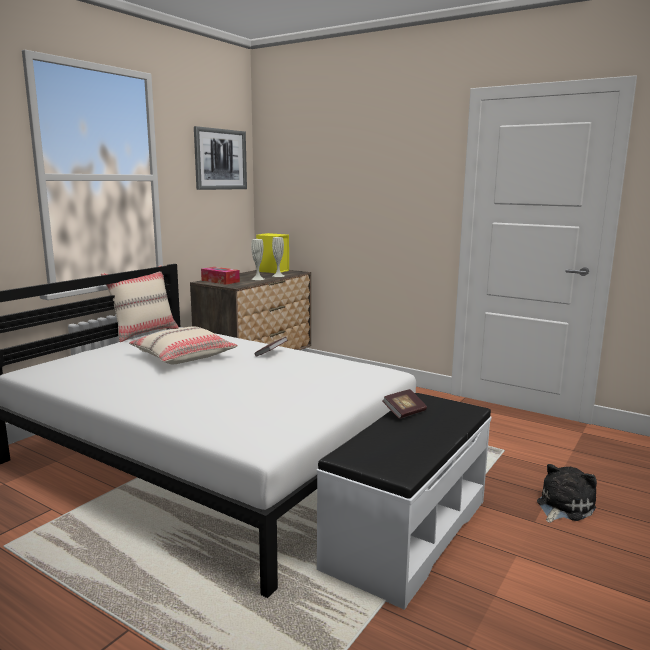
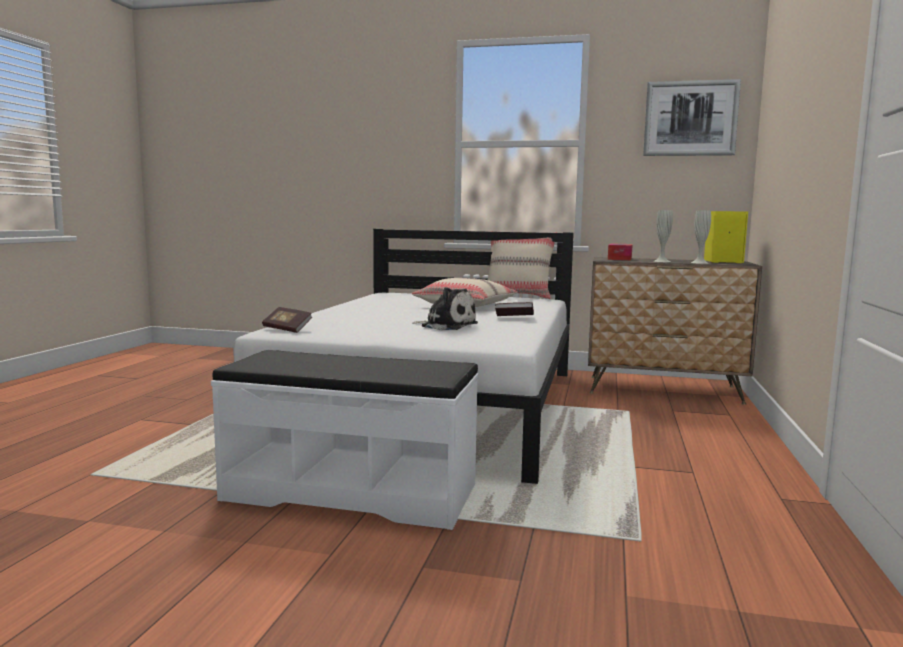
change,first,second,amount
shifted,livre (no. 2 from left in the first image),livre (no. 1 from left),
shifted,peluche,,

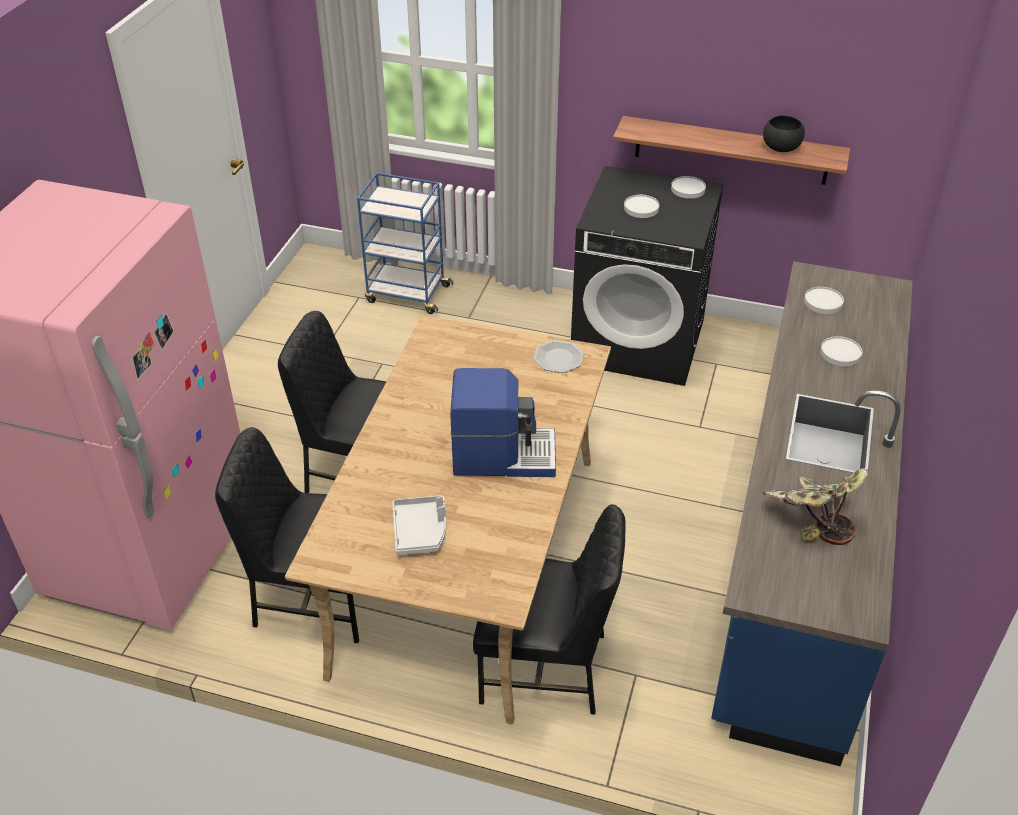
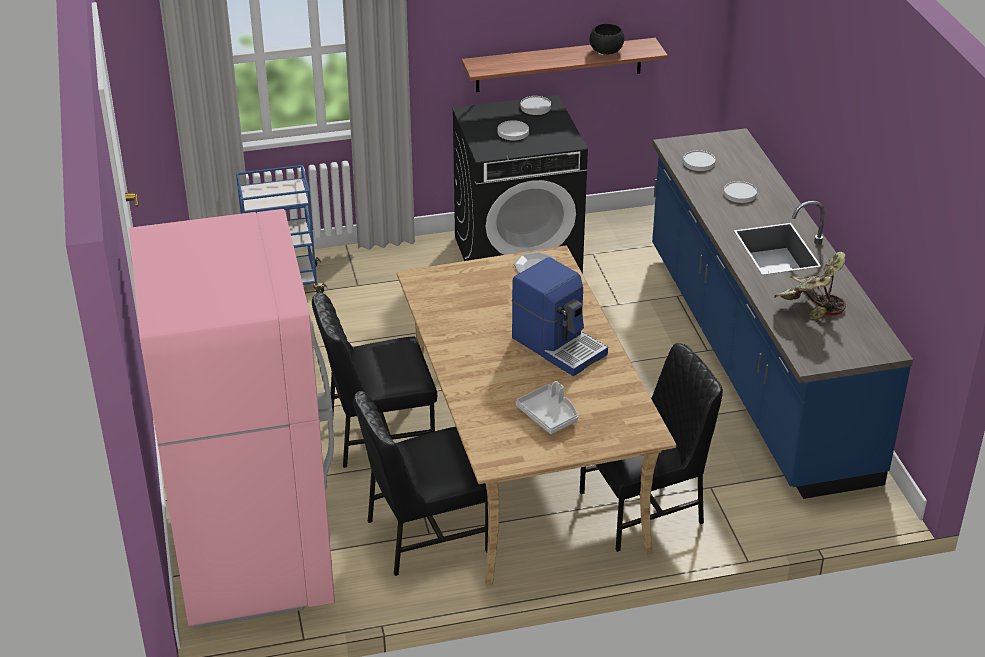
change,first,second,amount
rotated,machine à café,,75 degrees clockwise

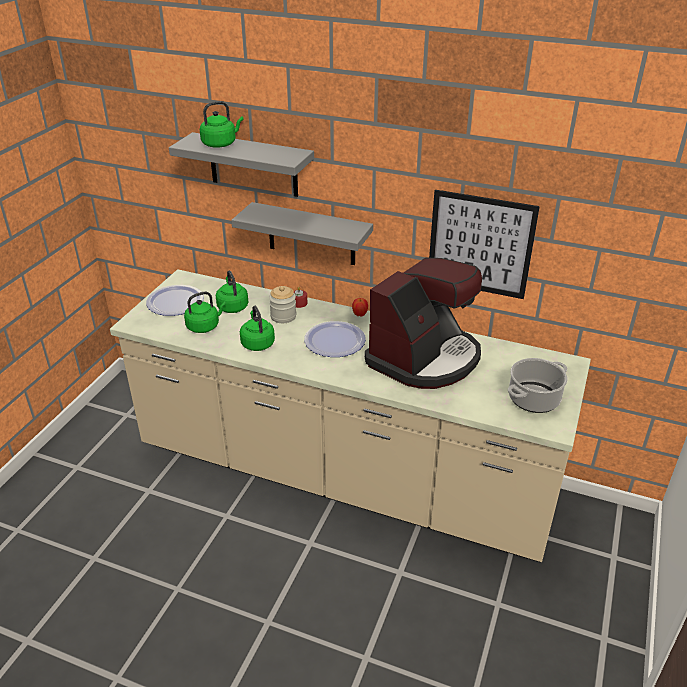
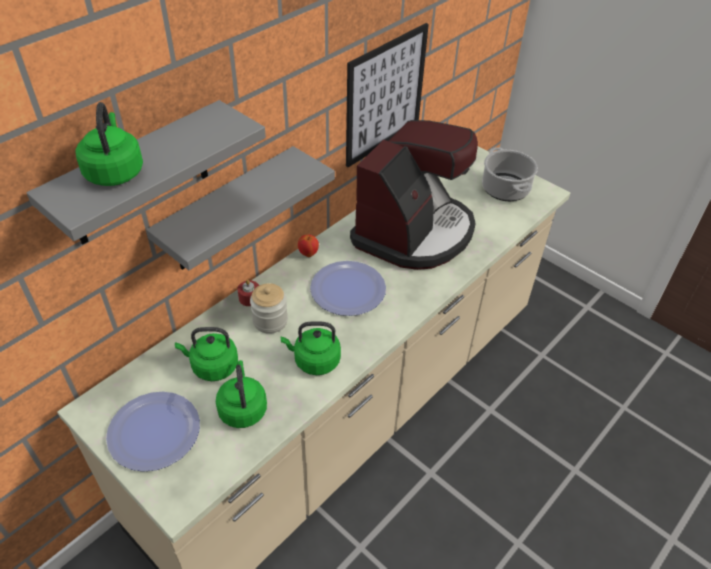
change,first,second,amount
rotated,machine à café,,60 degrees clockwise

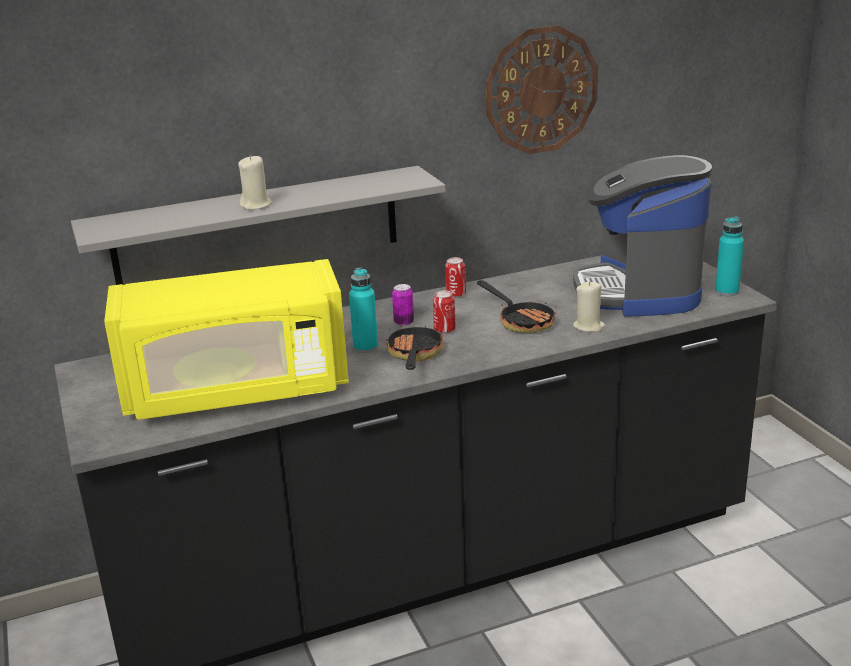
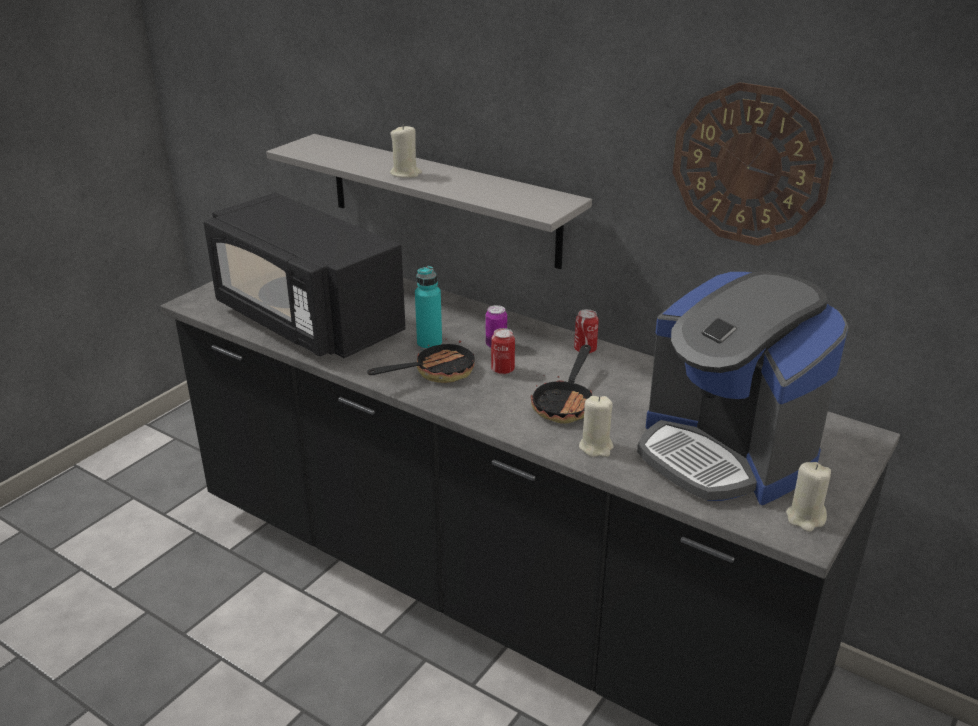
change,first,second,amount
rotated,machine à café,,90 degrees counterclockwise
swapped,bouteille/turquoise (no. 2 from left),bougie/beige (no. 3 from left),
repainted,micro-ondes/jaune,micro-ondes/noir,

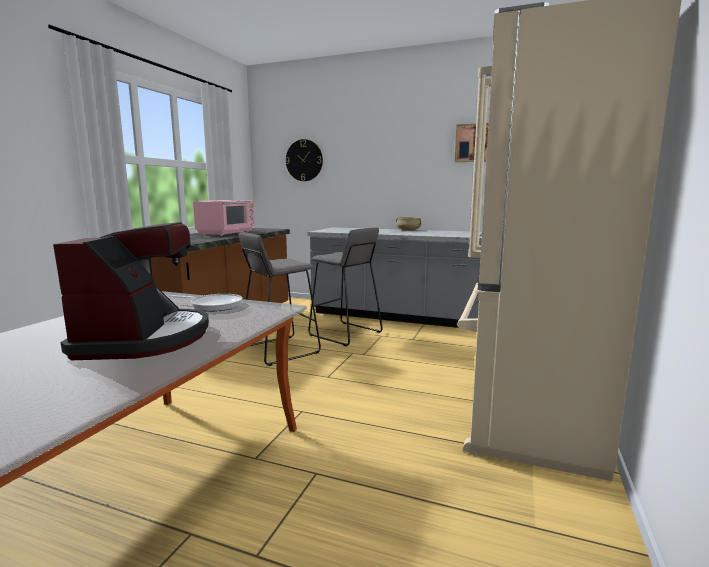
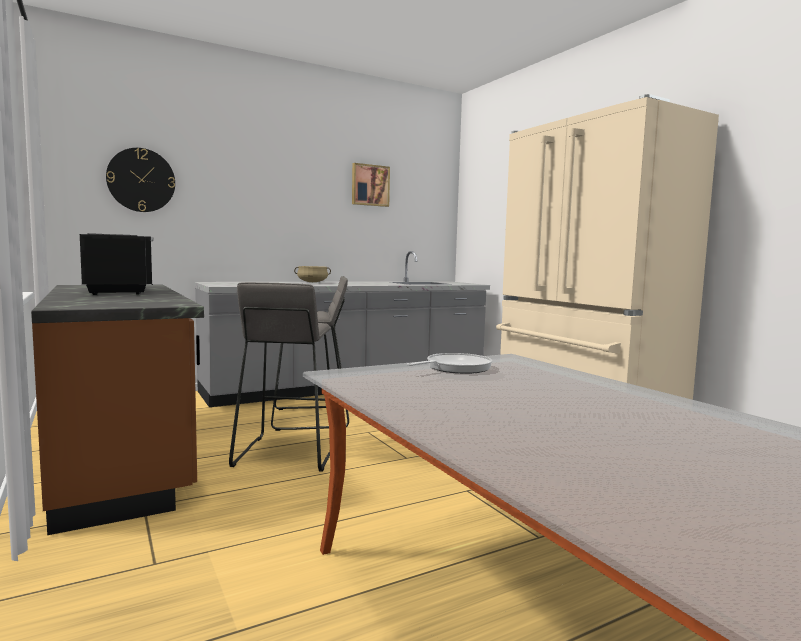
change,first,second,amount
repainted,micro-ondes/rose,micro-ondes/noir,
gone,machine à café,,

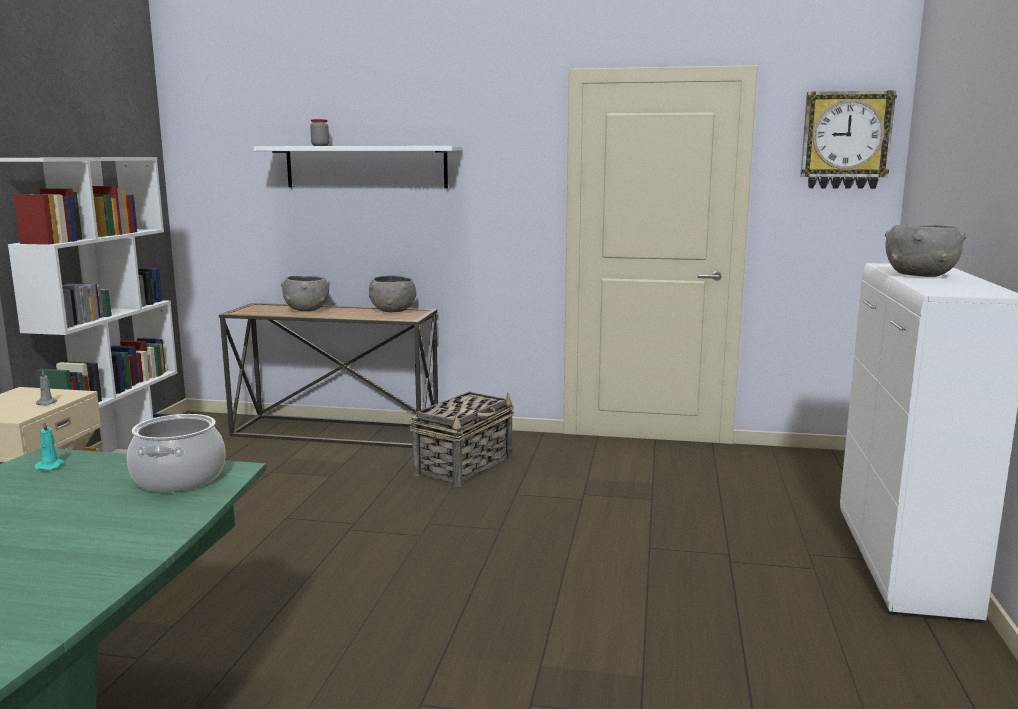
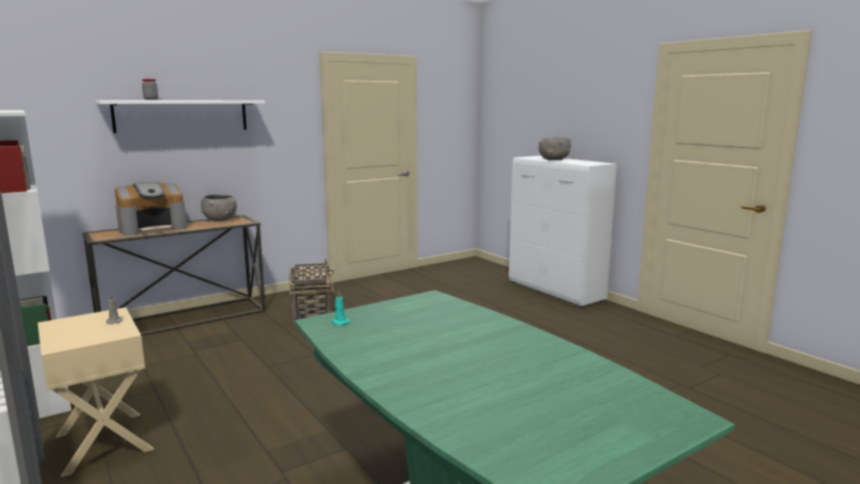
change,first,second,amount
gone,horloge murale,,
swapped,bol/gris (no. 1 from left),machine à café,
gone,marmite,,

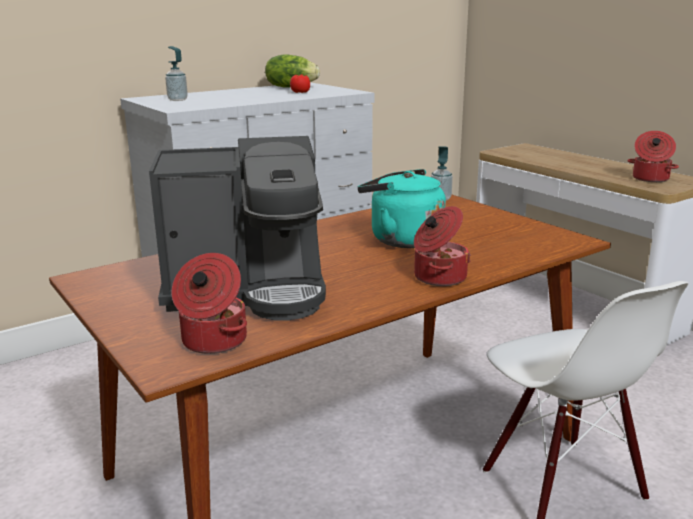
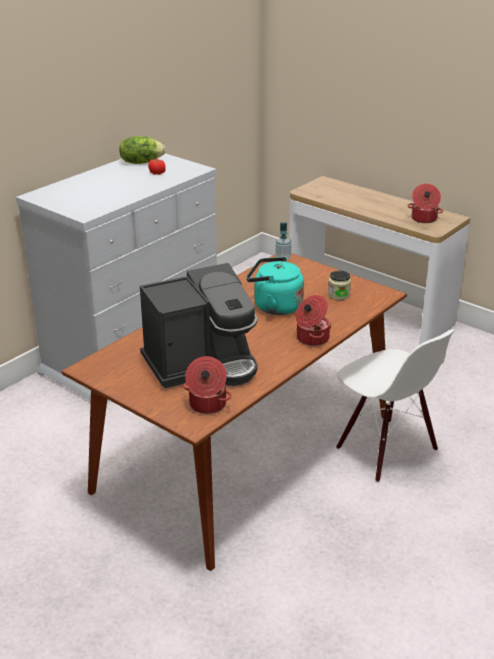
change,first,second,amount
gone,distributeur de savon (no. 1 from left),,
new,,bocal,

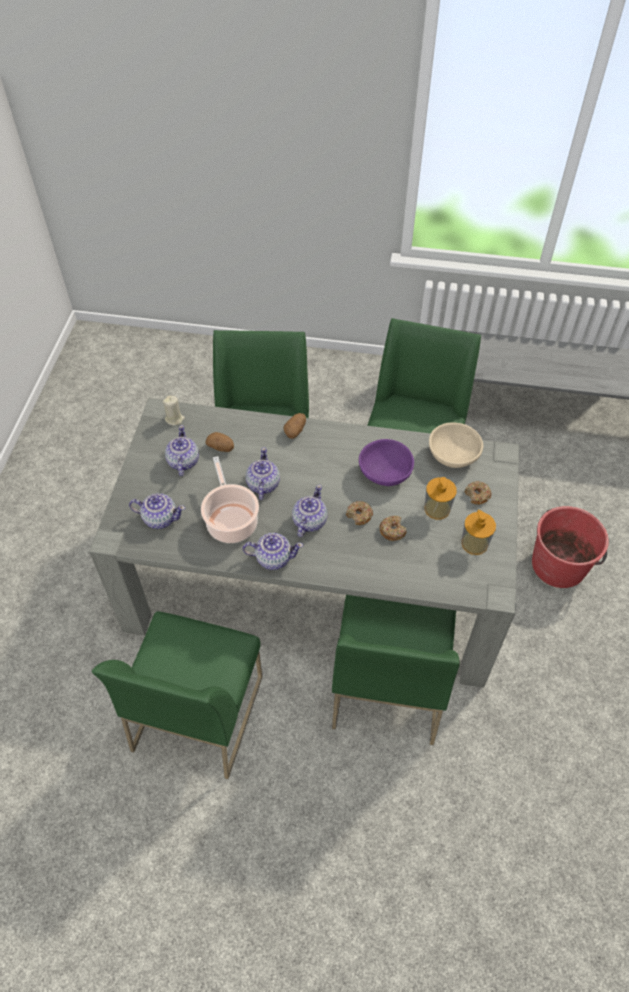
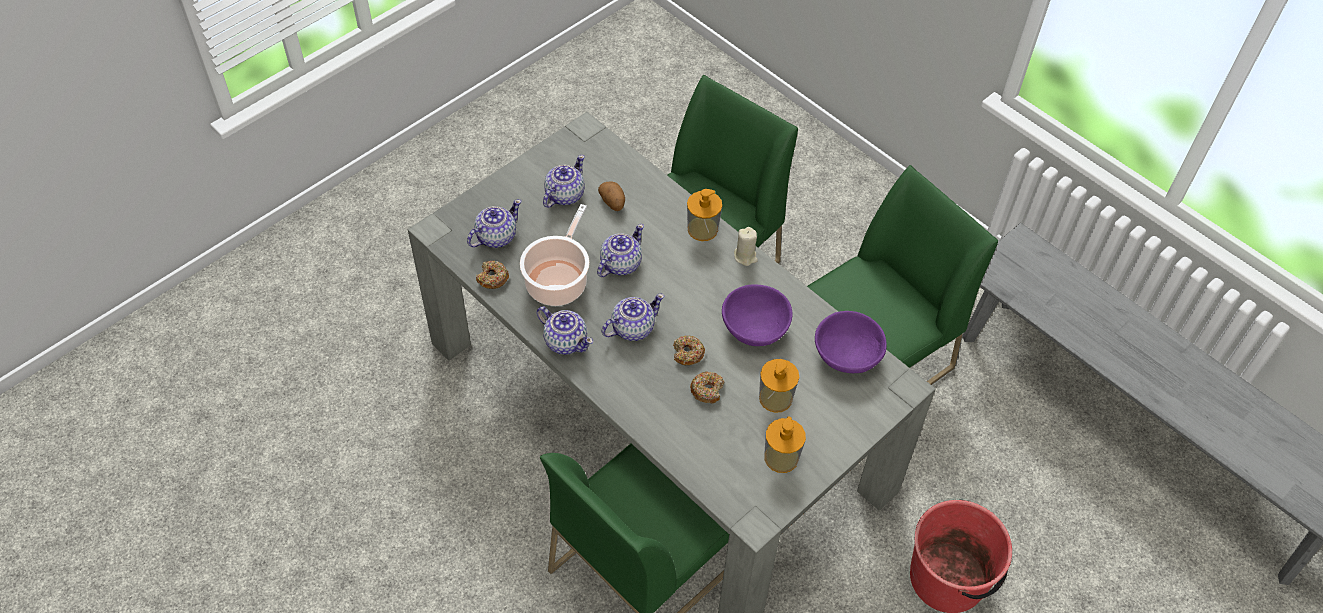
change,first,second,amount
shifted,bougie/beige,,
swapped,pomme de terre (no. 2 from left),distributeur de savon (no. 1 from left),
repainted,bol/beige,bol/violet (no. 2 from left),
shifted,beignet (no. 3 from left in the first image),beignet (no. 1 from left),
rotated,théière (no. 1 from left),,90 degrees counterclockwise
gone,chaise/vert (no. 1 from left),,

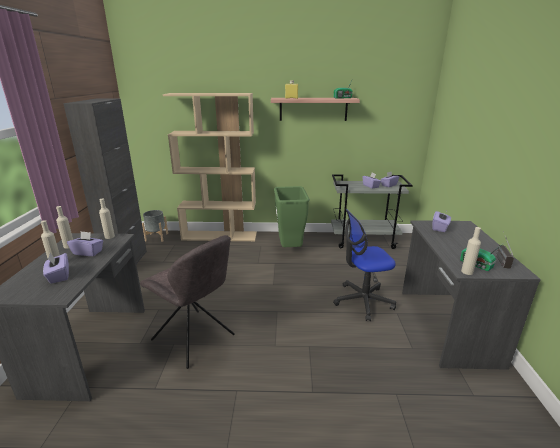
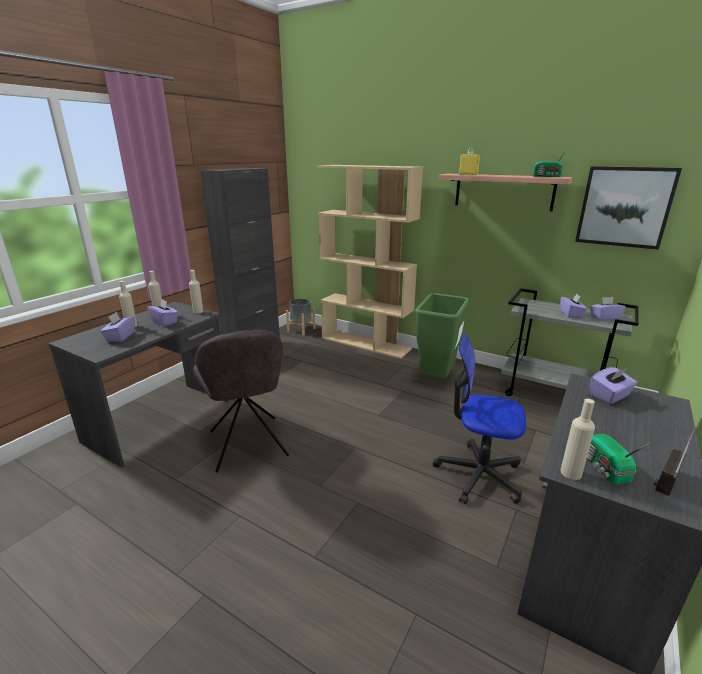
change,first,second,amount
new,,tableau,

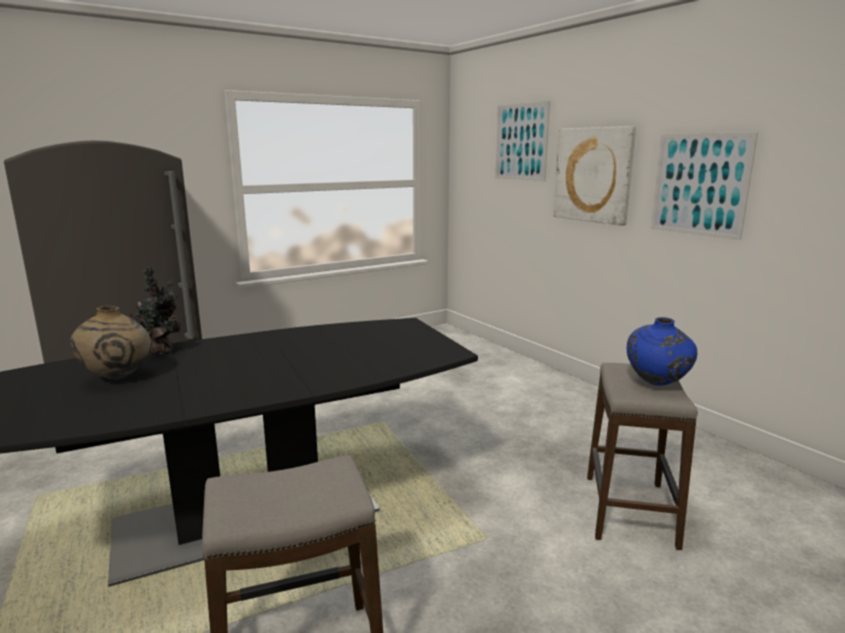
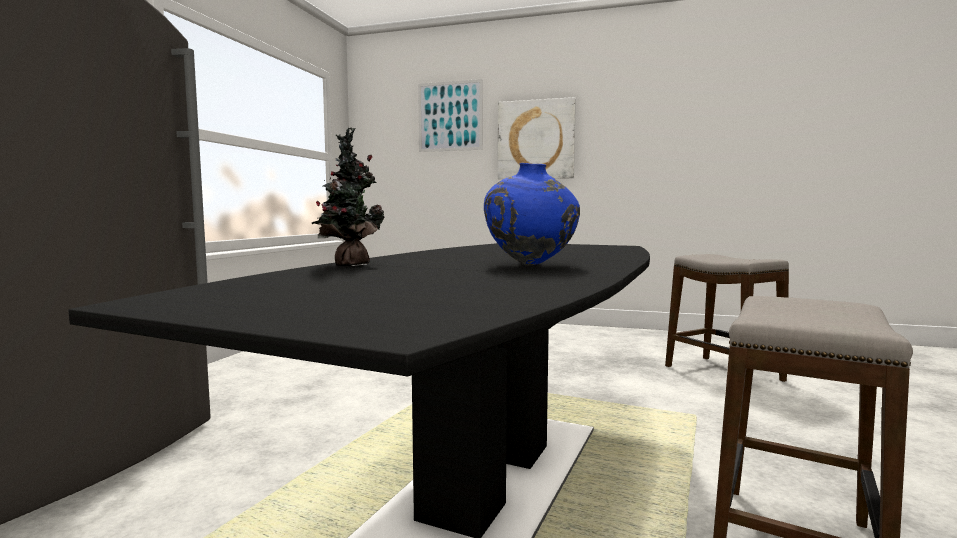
change,first,second,amount
gone,tableau (no. 3 from left),,
gone,vase/beige,,
shifted,vase/bleu,,

